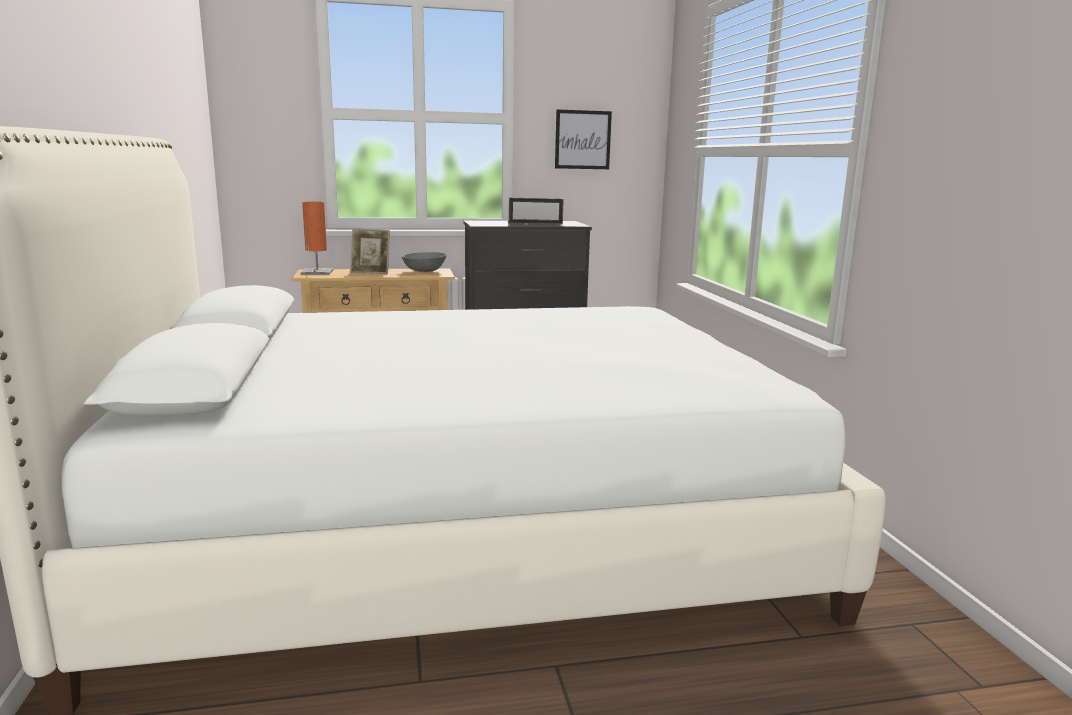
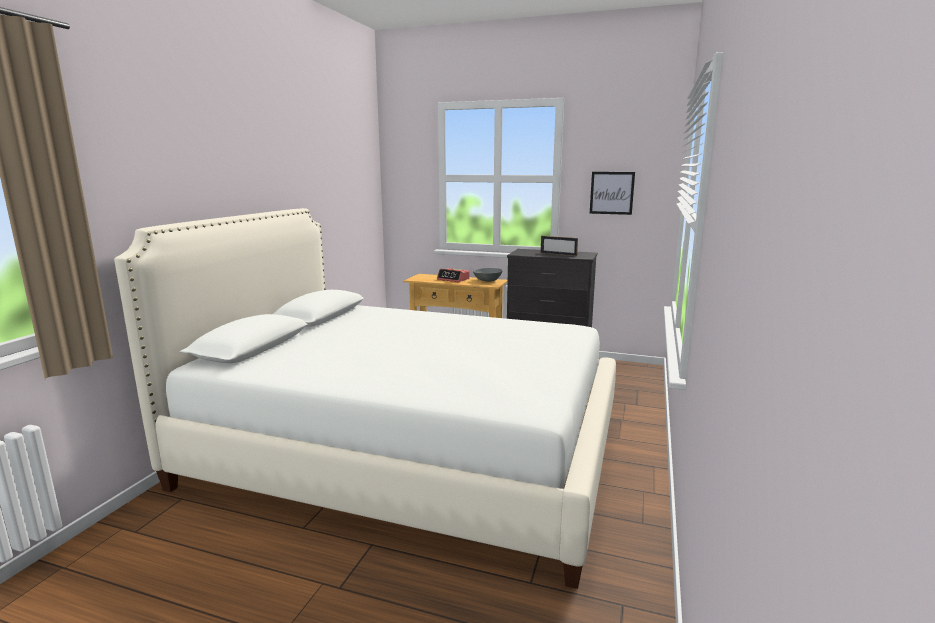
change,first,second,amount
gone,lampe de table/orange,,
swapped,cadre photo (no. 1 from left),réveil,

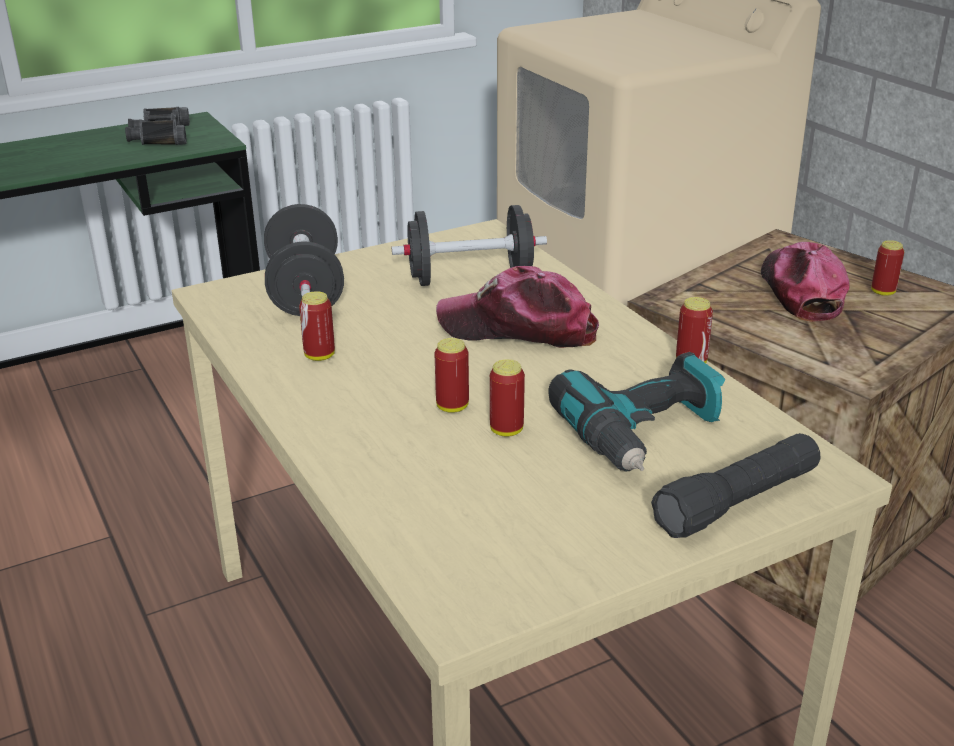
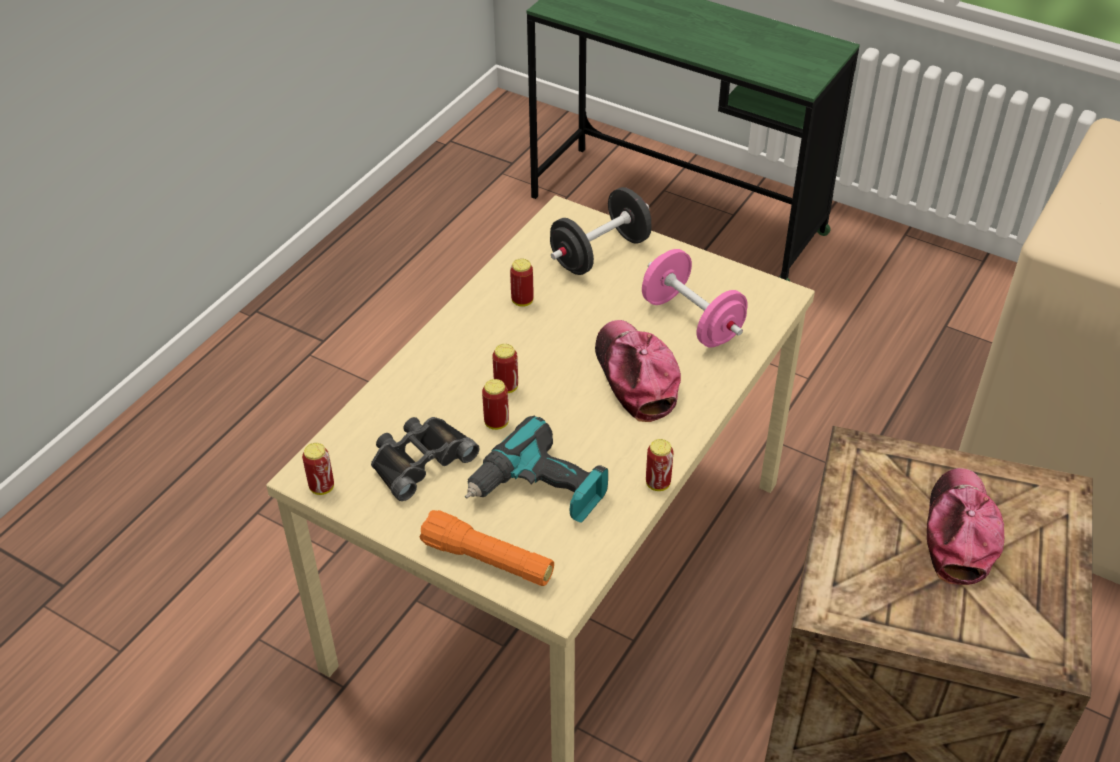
change,first,second,amount
shifted,jumelles/noir,,
repainted,haltère/noir (no. 2 from left),haltère/rose,
shifted,boîte métallique (no. 5 from left in the first image),boîte métallique (no. 1 from left),
rotated,casquette (no. 2 from left),,45 degrees counterclockwise
repainted,lampe de poche/noir,lampe de poche/orange,

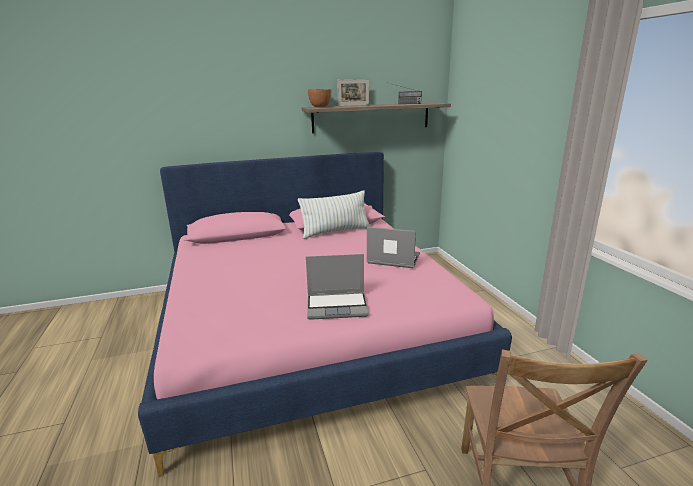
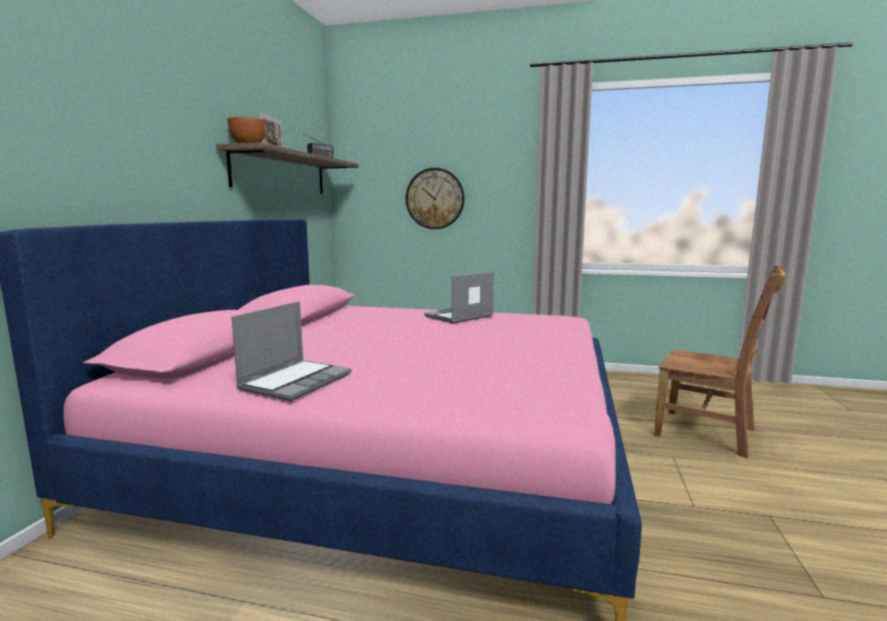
change,first,second,amount
gone,coussin,,
shifted,ordinateur portable (no. 1 from left),,
new,,horloge murale,

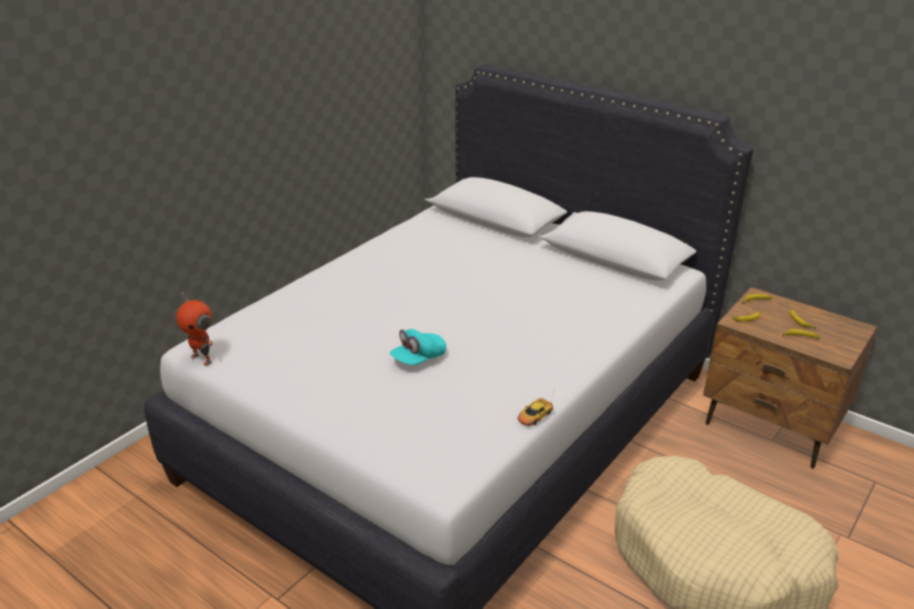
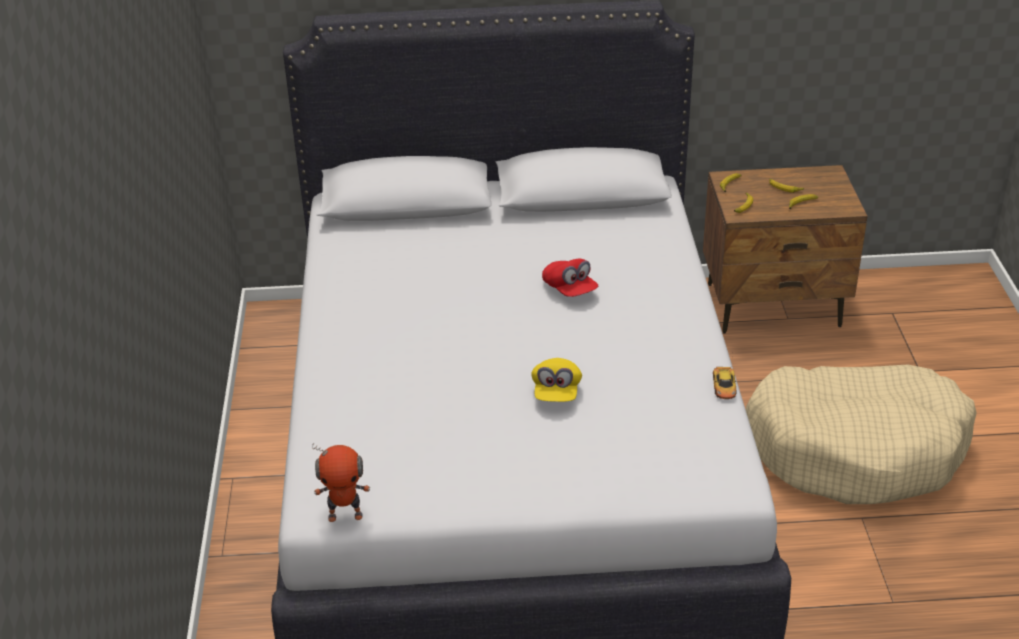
change,first,second,amount
repainted,casquette/turquoise,casquette/jaune,
new,,casquette/rouge,

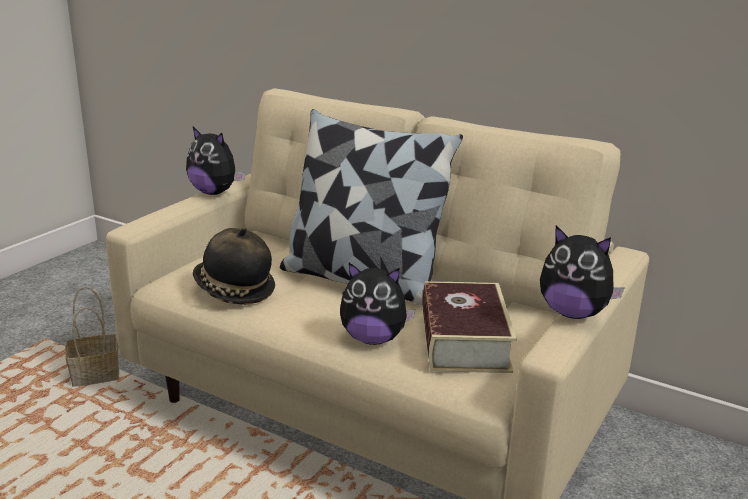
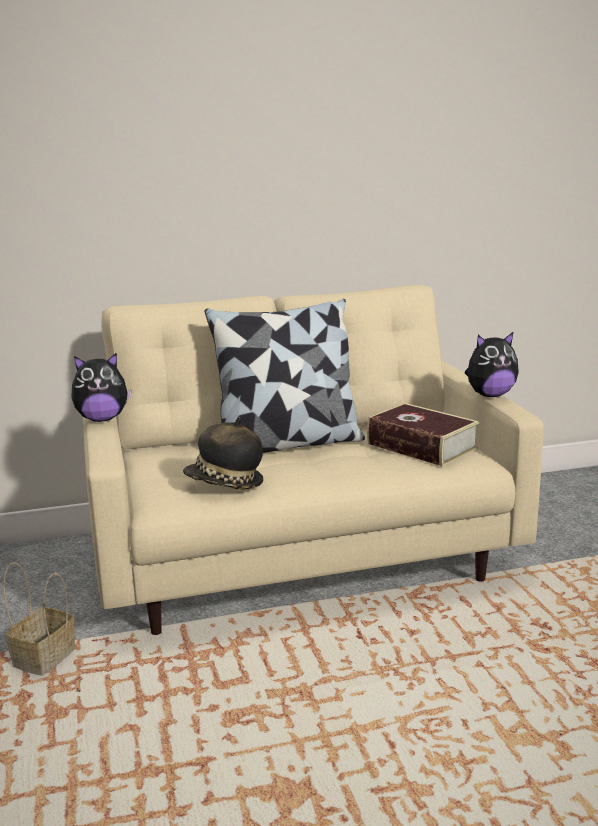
change,first,second,amount
gone,peluche (no. 2 from left),,

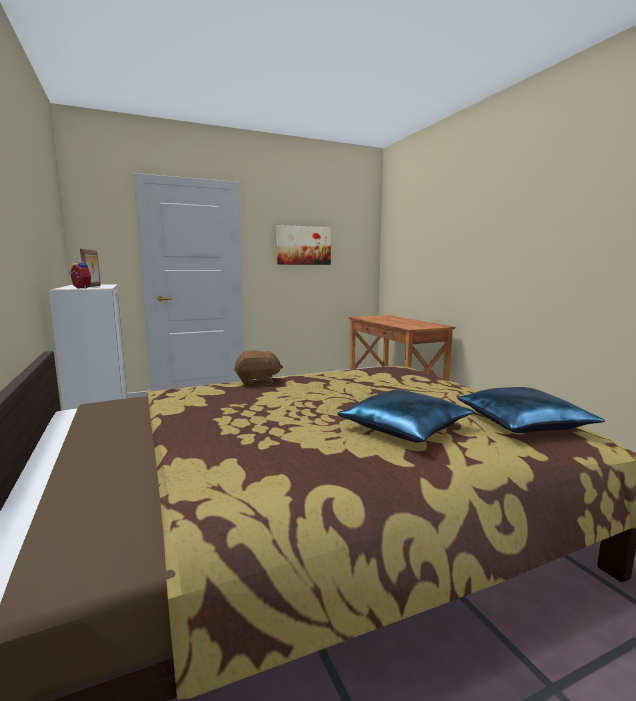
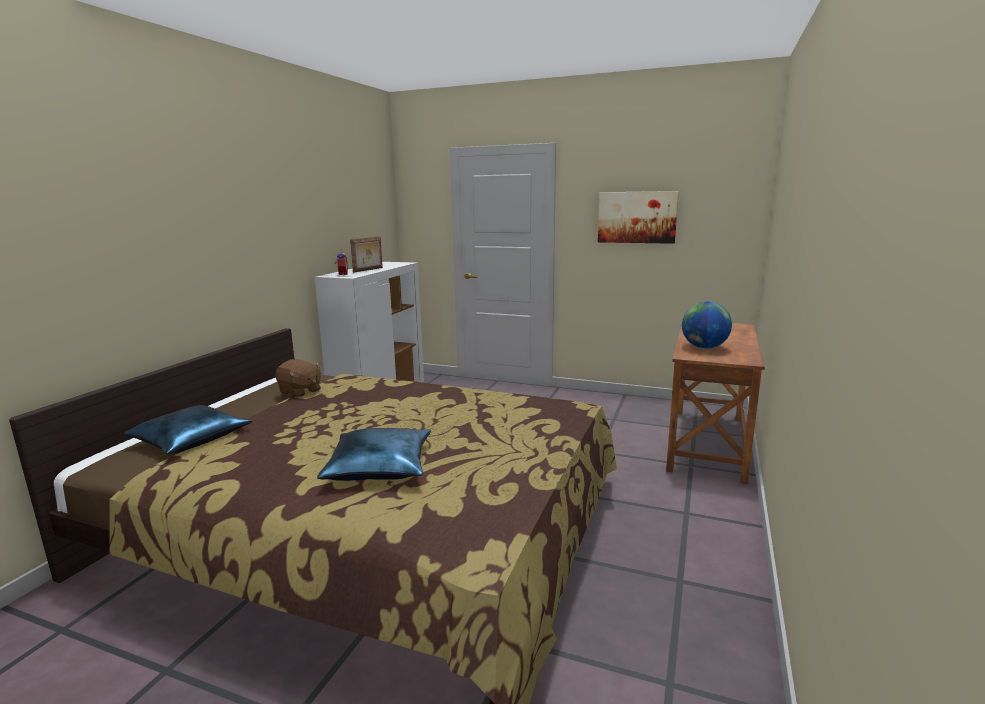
change,first,second,amount
shifted,peluche/marron,,
shifted,coussin/bleu (no. 2 from left in the first image),coussin/bleu (no. 1 from left),
new,,globe,

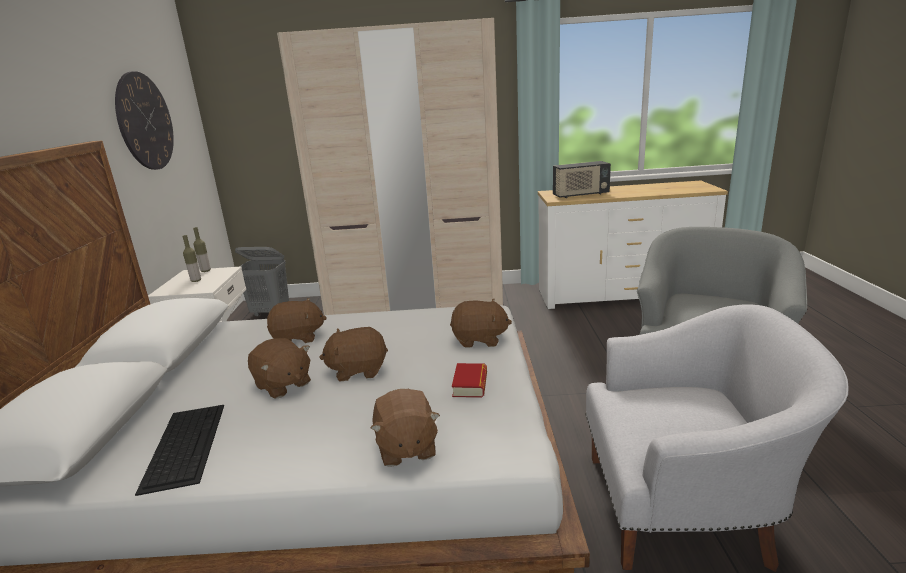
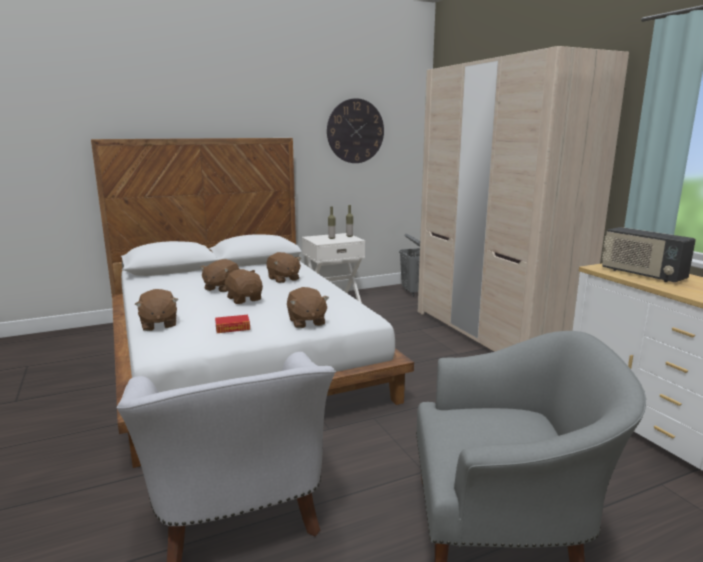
change,first,second,amount
rotated,peluche/marron (no. 4 from left in the first image),peluche/marron (no. 1 from left),75 degrees counterclockwise
gone,clavier,,

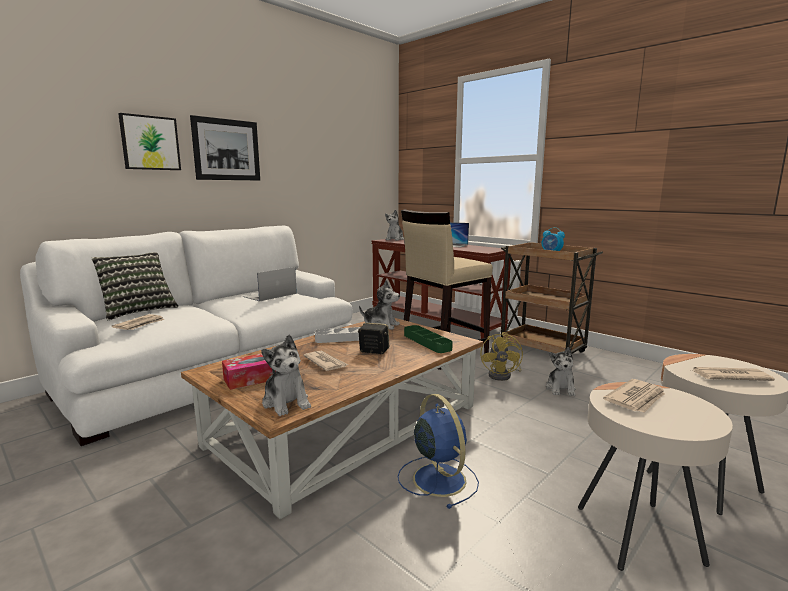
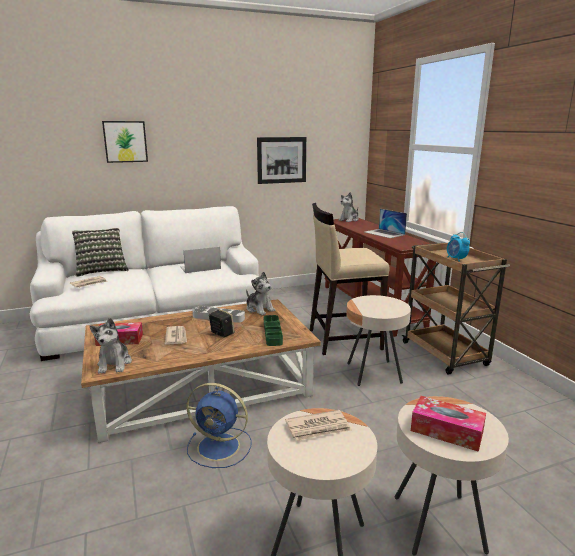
change,first,second,amount
shifted,tableau (no. 2 from left),,
swapped,ventilateur/jaune,table d'appoint/beige (no. 2 from left),
gone,peluche (no. 4 from left),,
swapped,journal (no. 4 from left),boîte à mouchoirs (no. 2 from left),
rotated,ventilateur/bleu,,105 degrees clockwise

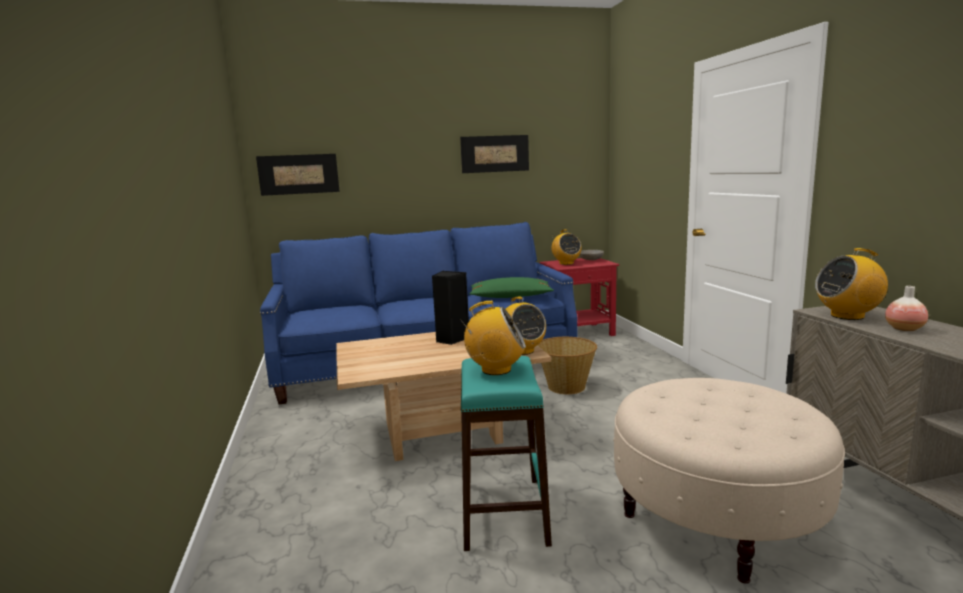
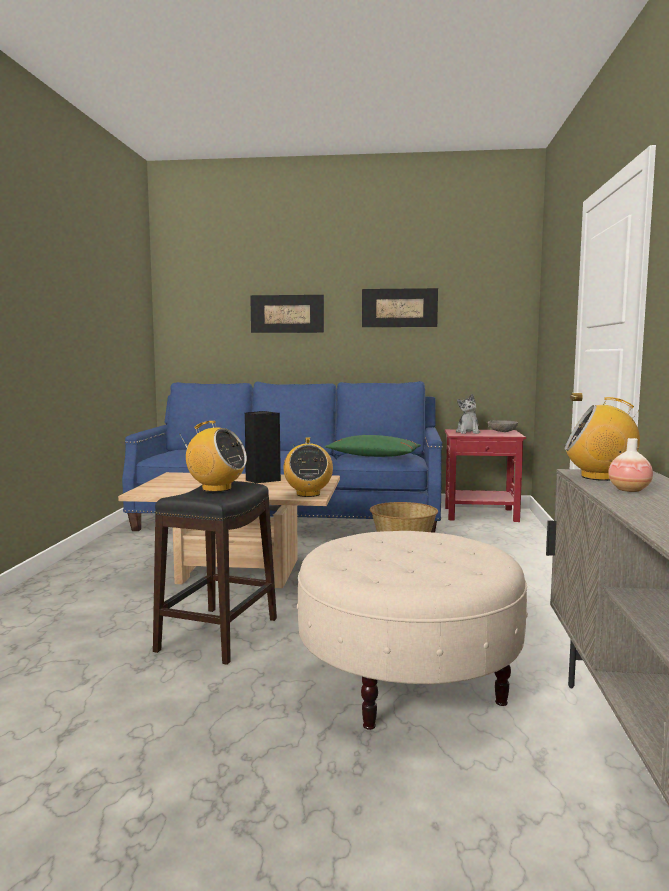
change,first,second,amount
shifted,tableau (no. 1 from left),,
swapped,radio (no. 3 from left),peluche,
repainted,tabouret/turquoise,tabouret/noir,

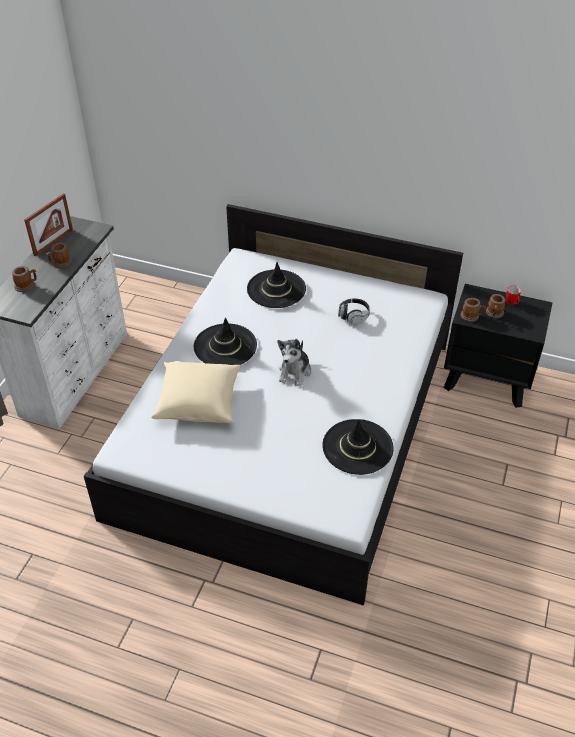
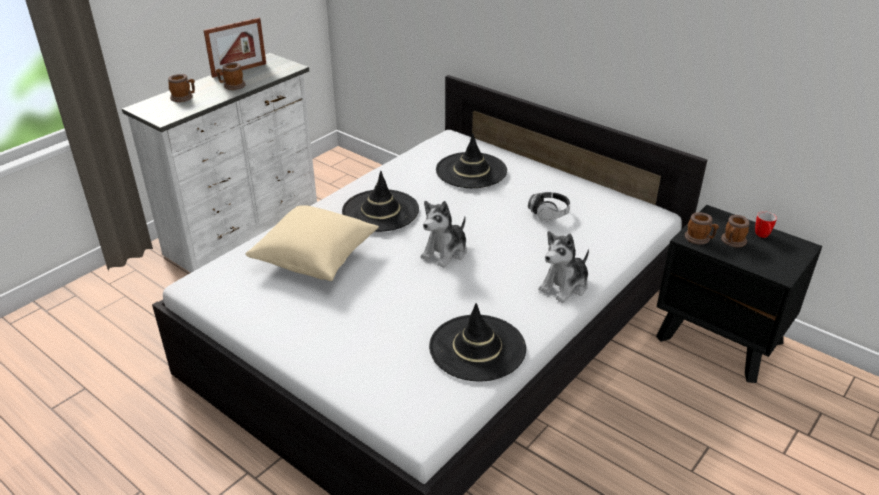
change,first,second,amount
new,,peluche (no. 2 from left),

